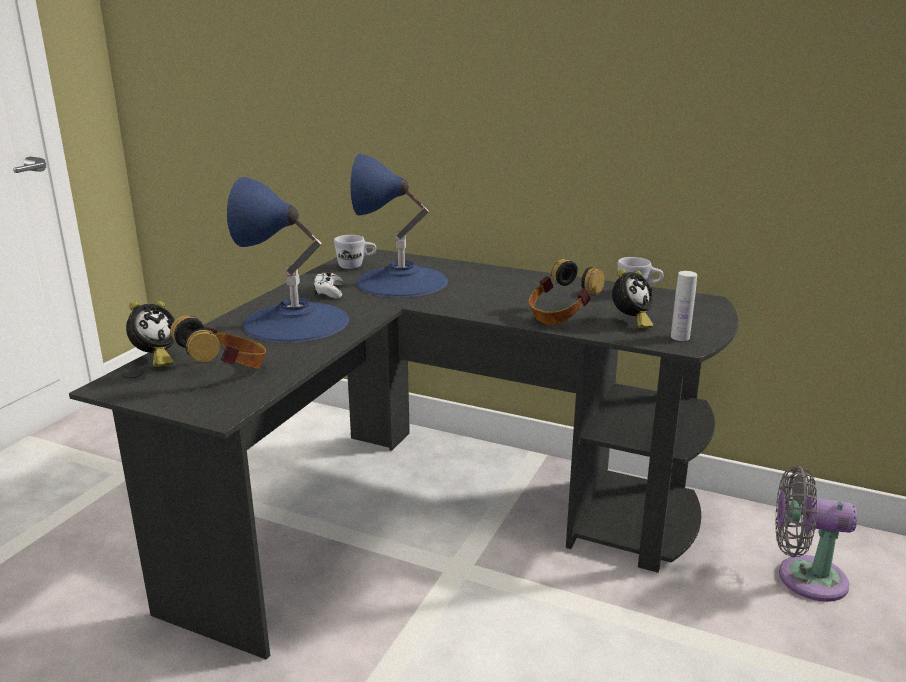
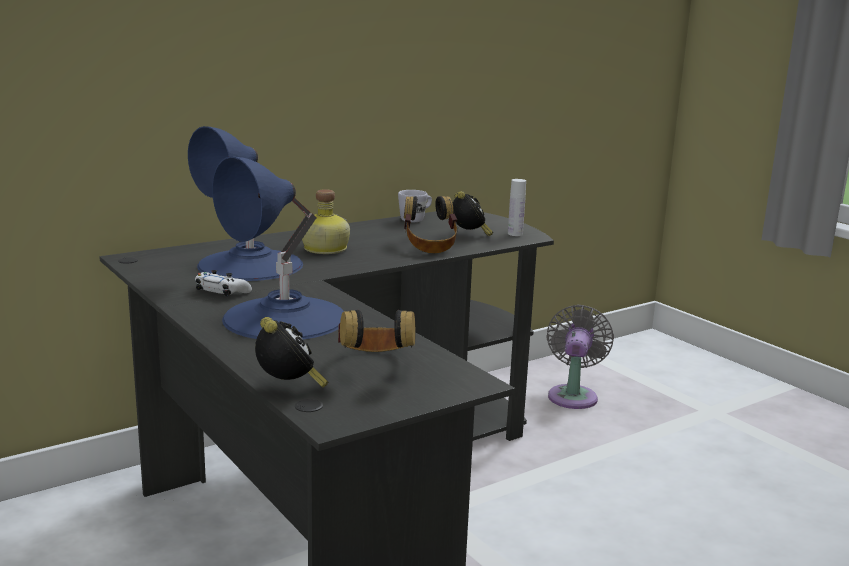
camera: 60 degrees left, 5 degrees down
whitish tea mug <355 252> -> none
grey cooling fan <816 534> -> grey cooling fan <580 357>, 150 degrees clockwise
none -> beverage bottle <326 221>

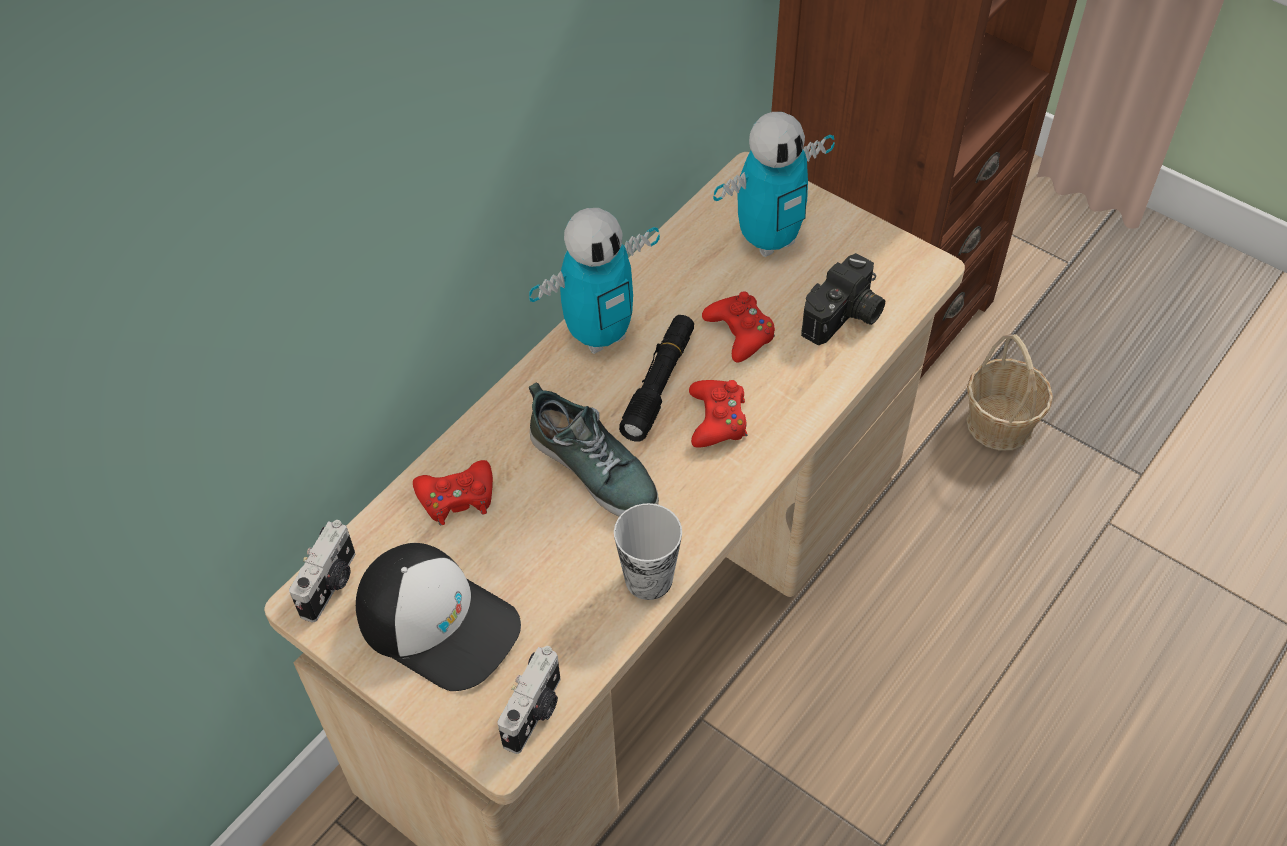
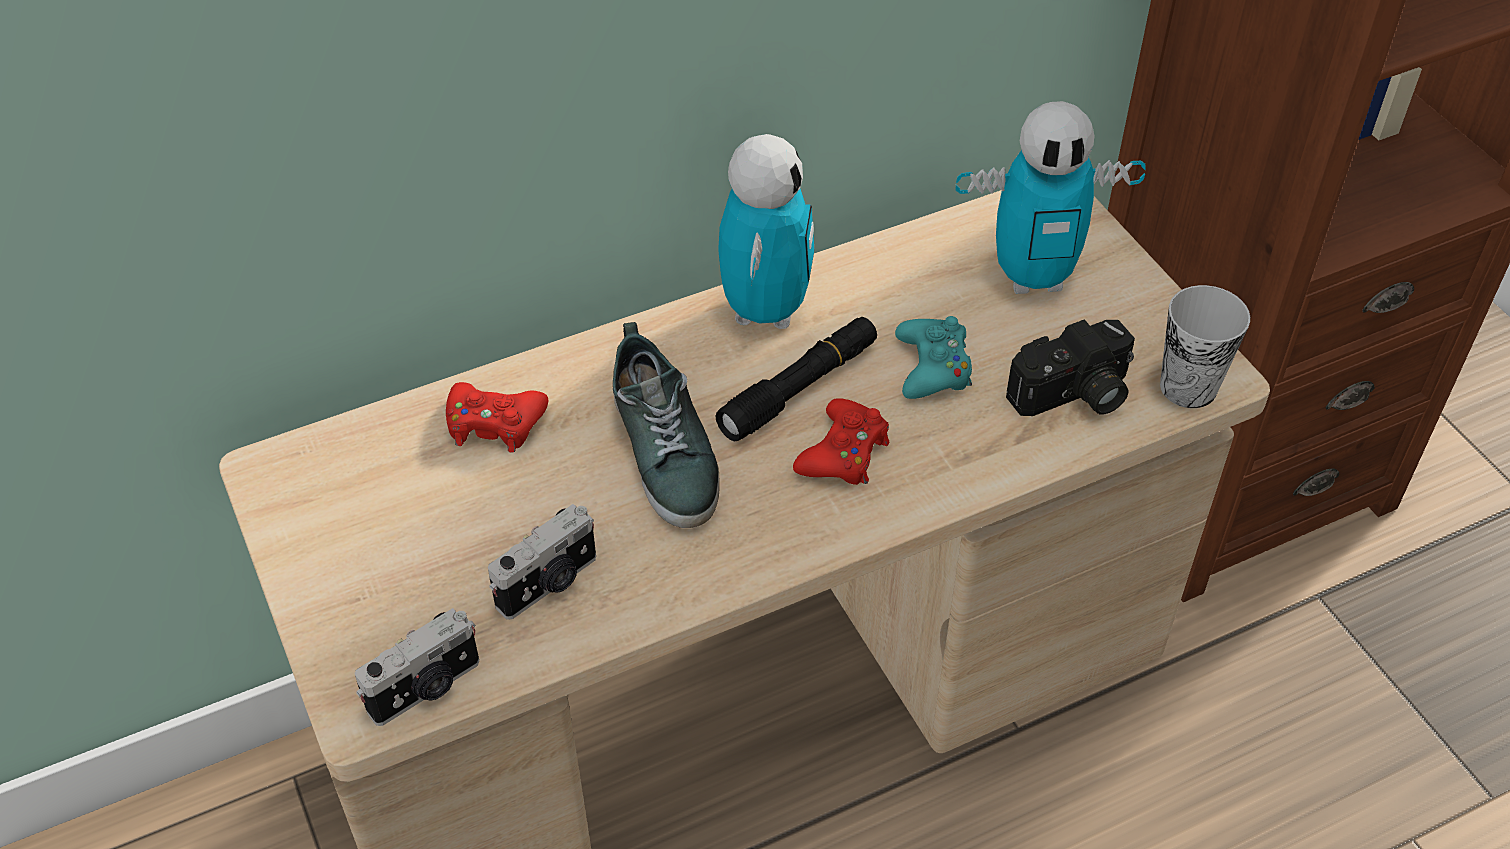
camera: 25 degrees right, 5 degrees down
photo camera <322 571> -> photo camera <542 562>, shifted
peaked cap <438 617> -> none
model robot <594 281> -> model robot <766 231>, 75 degrees counterclockwise
cup <648 551> -> cup <1205 346>, shifted
red-coloured joypad <738 327> -> turquoise joypad <933 357>
household basket <1009 392> -> none

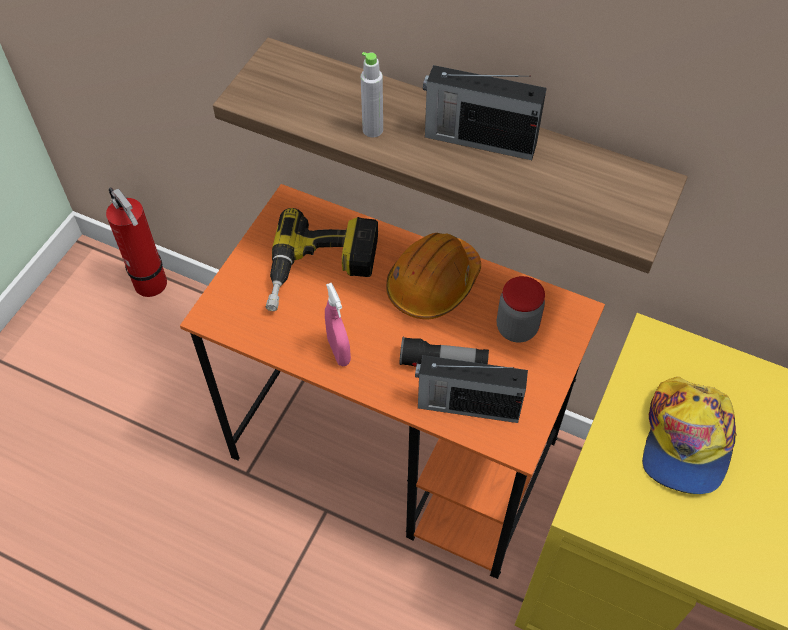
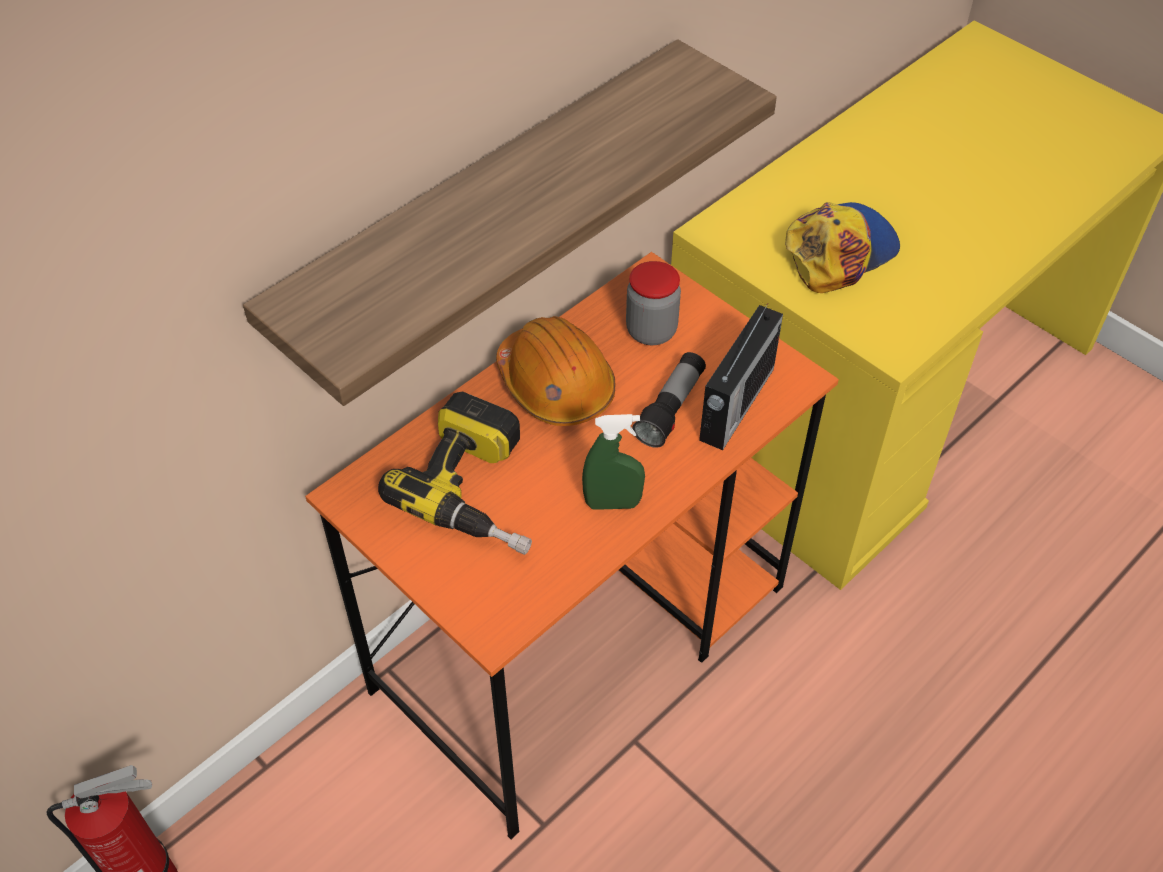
camera: 70 degrees left, 5 degrees down
pink-coloured spray bottle <338 324> -> greenish spray bottle <613 462>
grey beverage bottle <372 94> -> none
radio receiver <485 112> -> none
peaked cap <689 435> -> peaked cap <842 247>, 75 degrees counterclockwise

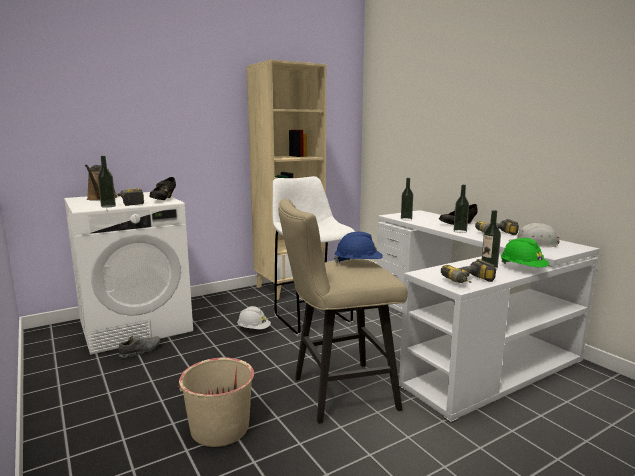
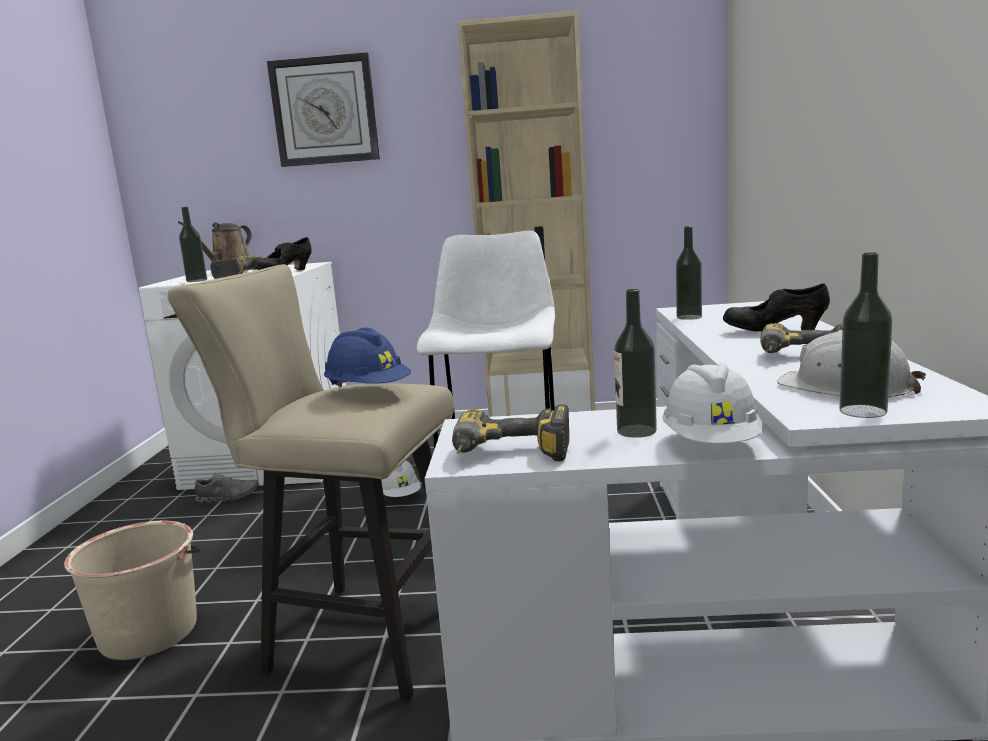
camera: 35 degrees right, 0 degrees up
beverage bottle <461 209> -> beverage bottle <865 335>, shifted
greenish work helmet <525 252> -> whitish work helmet <712 403>
none -> wall clock <323 109>

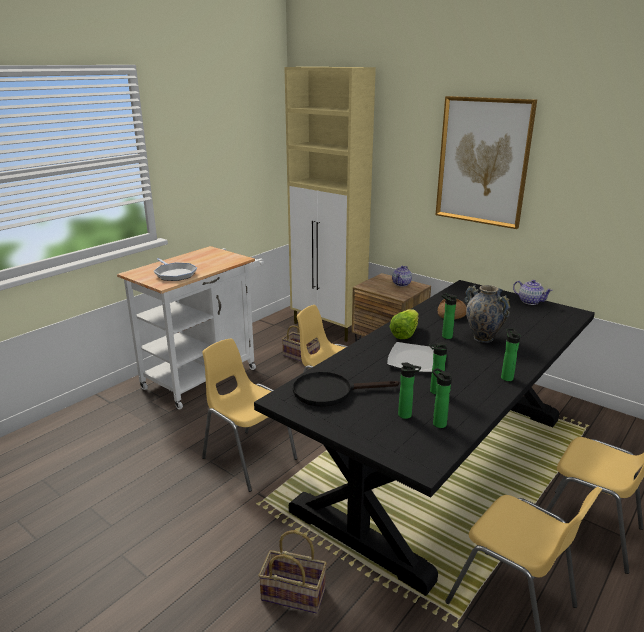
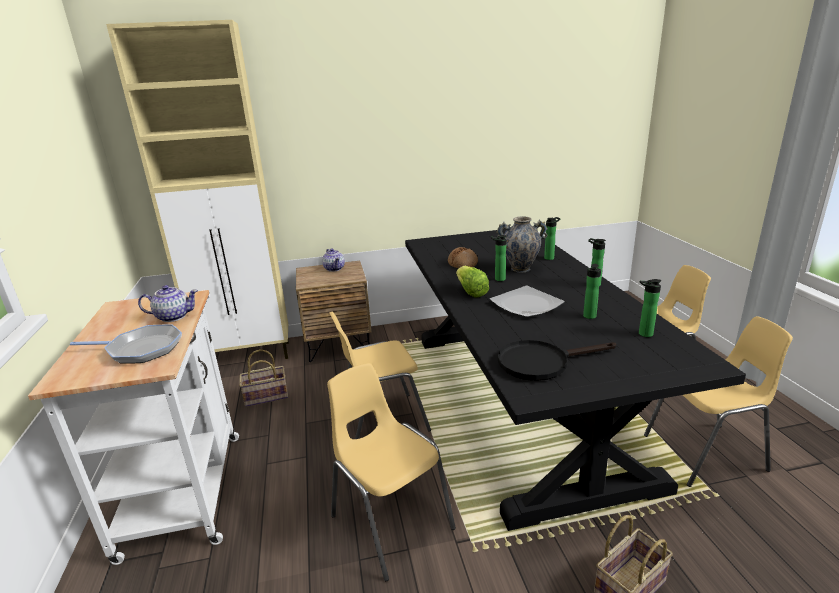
camera: 50 degrees left, 0 degrees up
yellowish chair <249 415> -> yellowish chair <391 472>, 60 degrees clockwise
black skillet <346 389> -> black skillet <557 360>, 45 degrees clockwise
beverage bottle <409 390> -> beverage bottle <552 238>, shifted
wall art <486 162> -> none
teapot <533 292> -> teapot <168 303>, shifted

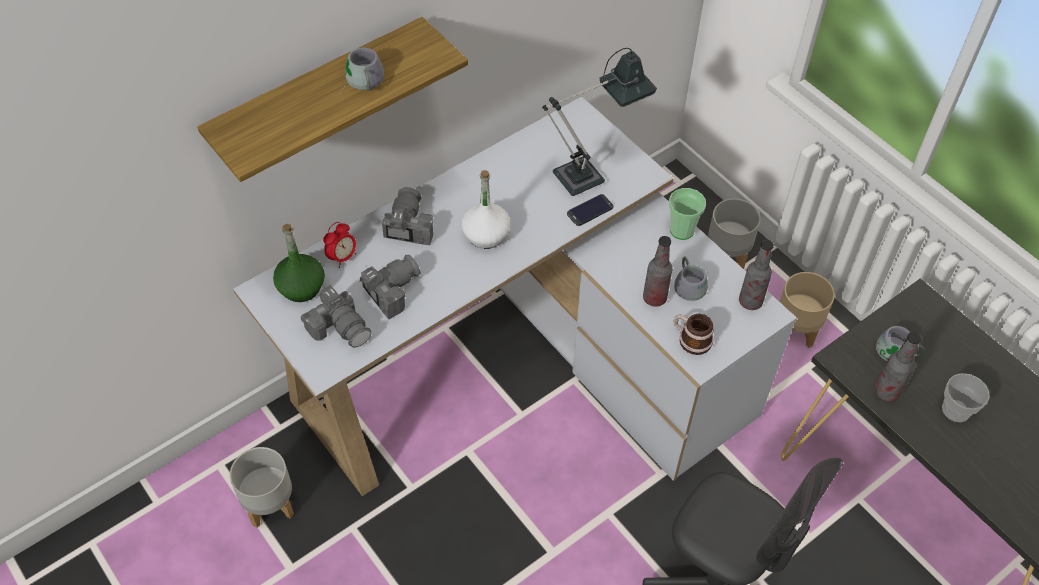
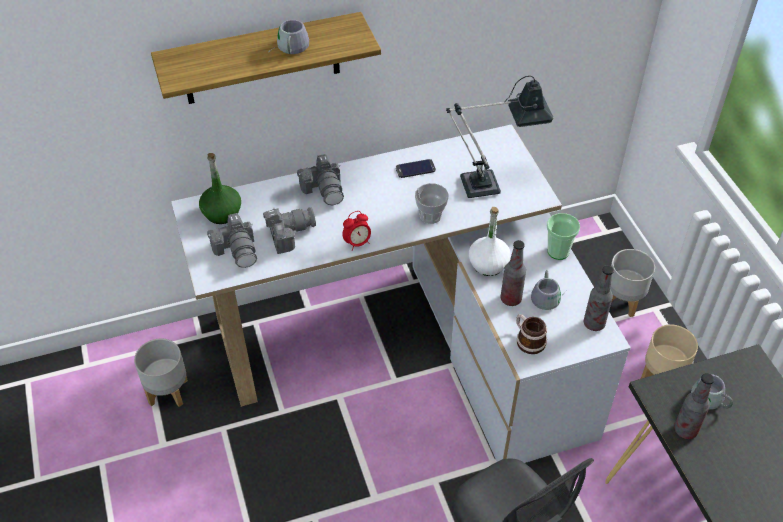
camera: 20 degrees right, 5 degrees down
table clock <339 245> -> table clock <356 231>, shifted
photo camera <407 216> -> photo camera <320 180>, 135 degrees clockwise
whitish beverage bottle <486 209> -> whitish beverage bottle <489 241>, shifted
phone <590 210> -> phone <416 168>, shifted
cup <966 397> -> cup <432 203>, shifted

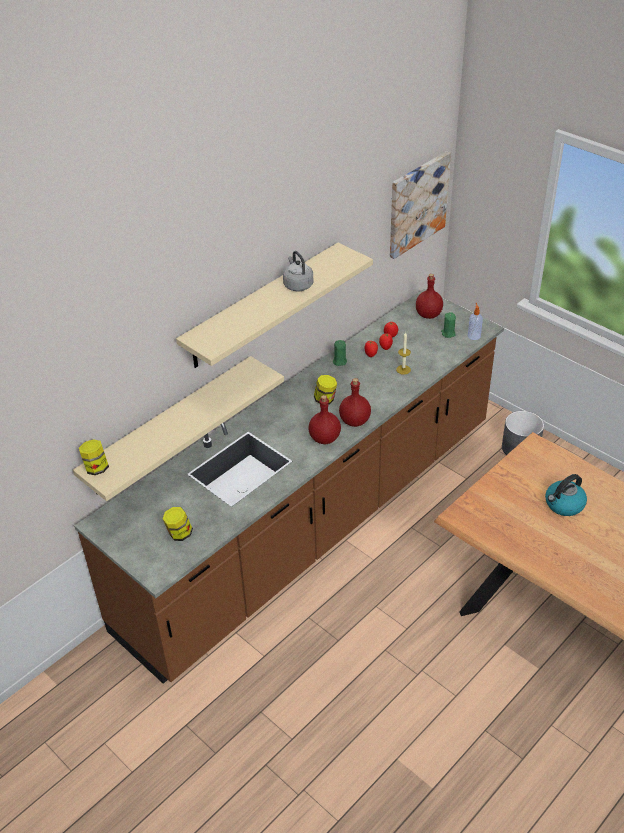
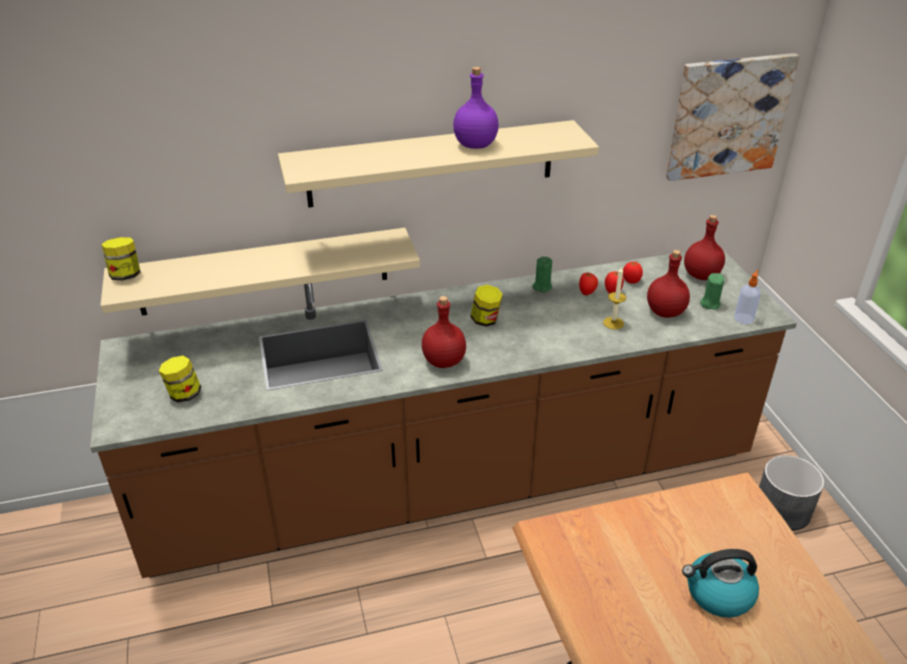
camera: 30 degrees right, 5 degrees down
grey tea kettle <298 271> -> purple beverage bottle <476 108>
red-coloured beverage bottle <355 402> -> red-coloured beverage bottle <668 284>, shifted

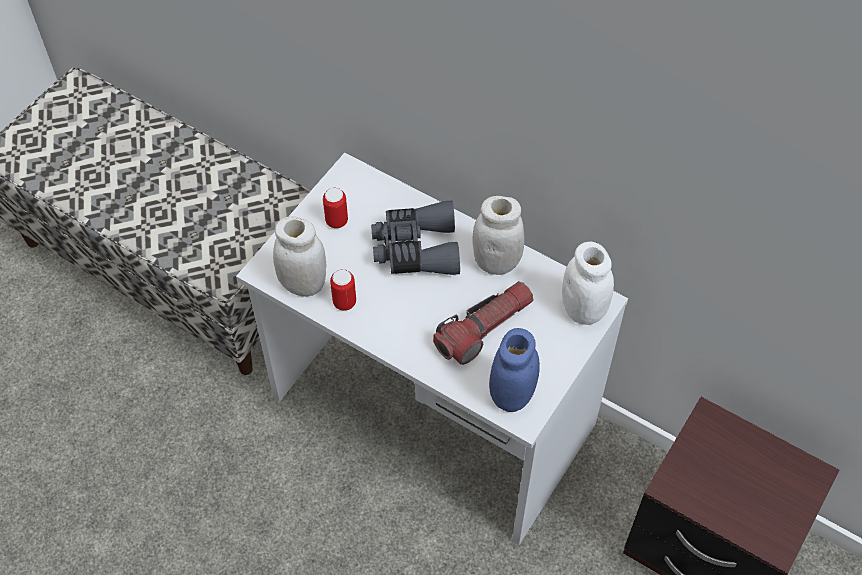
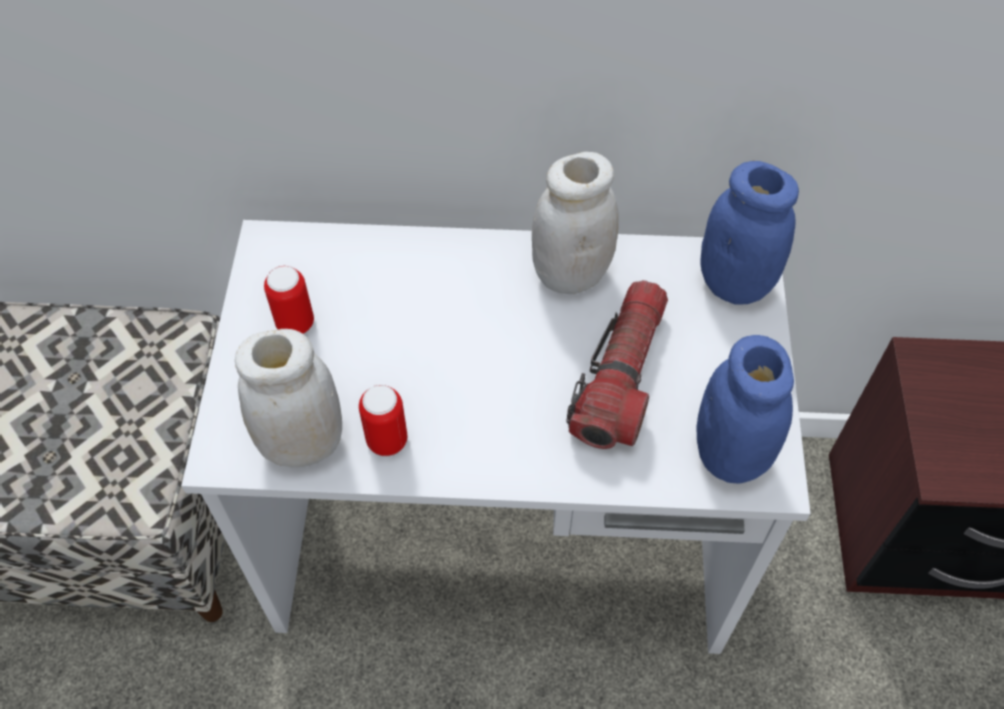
camera: 30 degrees left, 0 degrees up
grey field glasses <415 237> -> none
whitish storage jar <588 283> -> blue-coloured storage jar <750 232>

